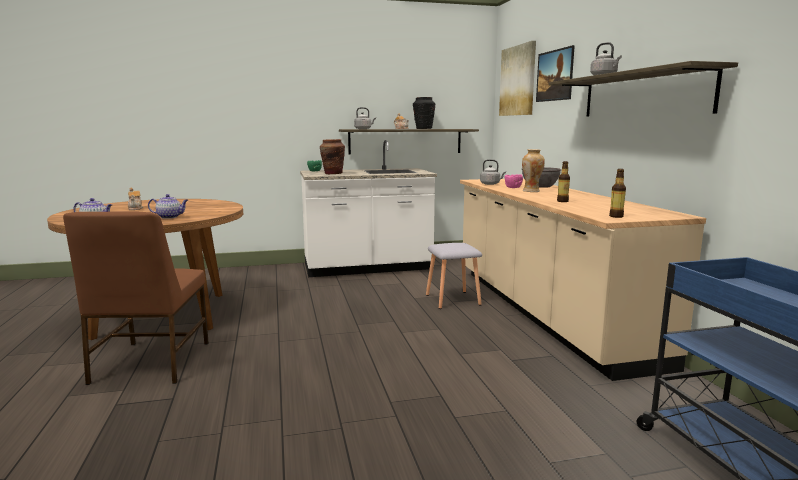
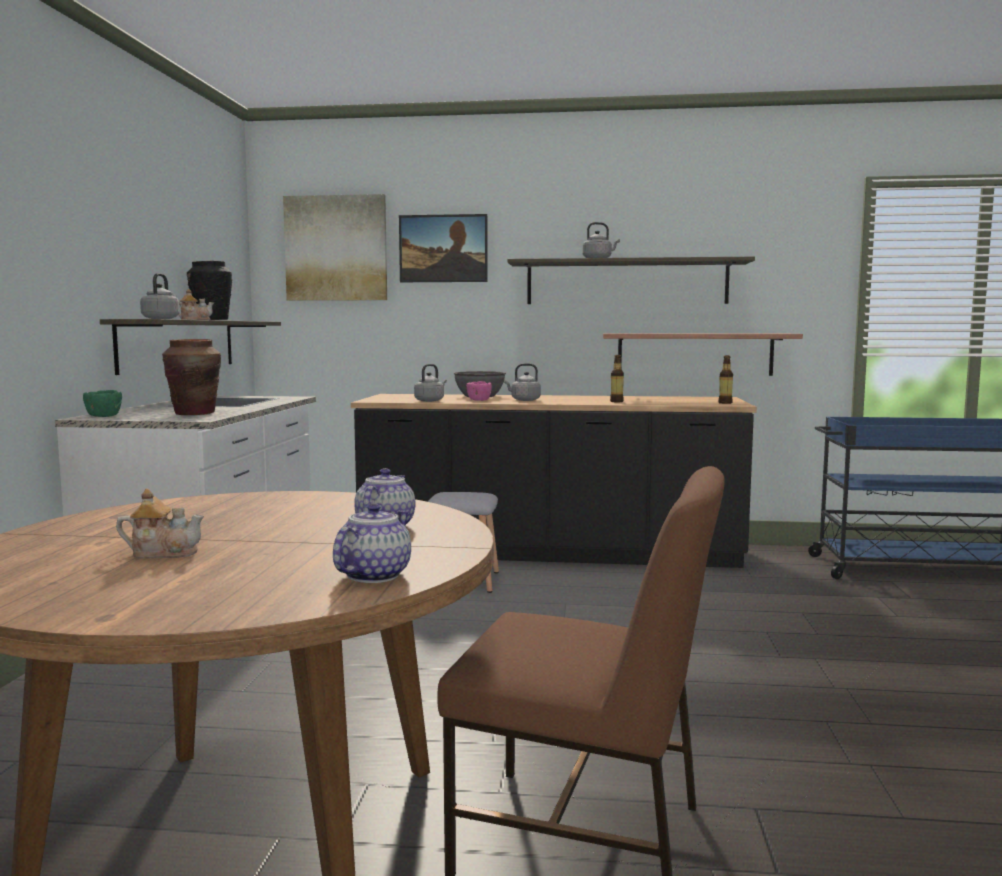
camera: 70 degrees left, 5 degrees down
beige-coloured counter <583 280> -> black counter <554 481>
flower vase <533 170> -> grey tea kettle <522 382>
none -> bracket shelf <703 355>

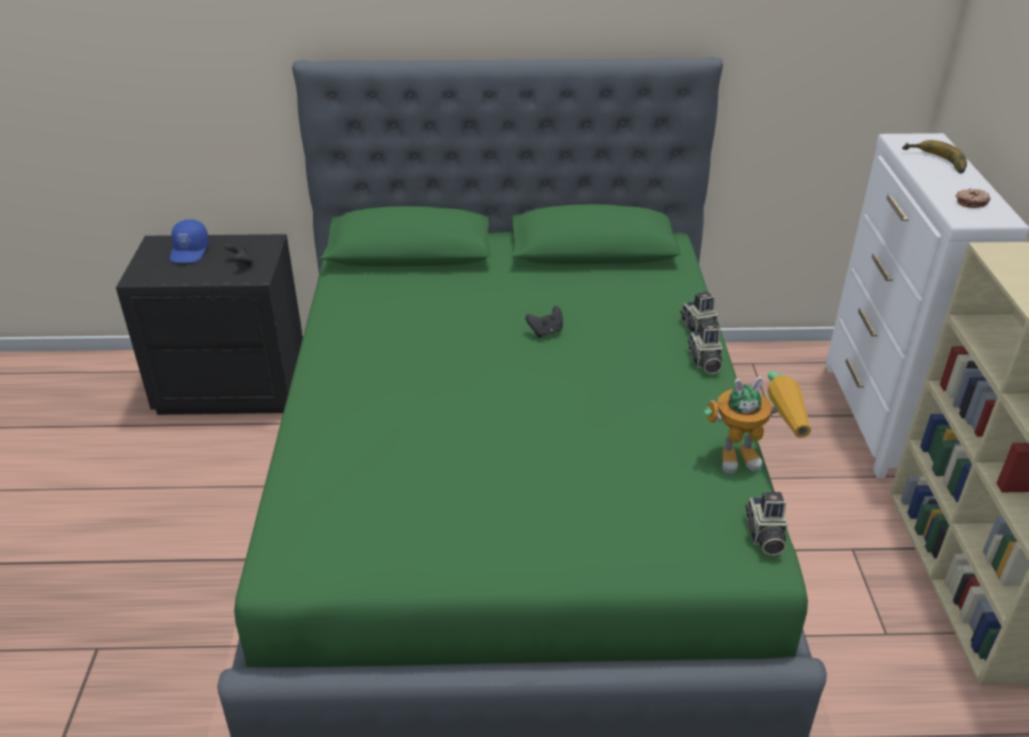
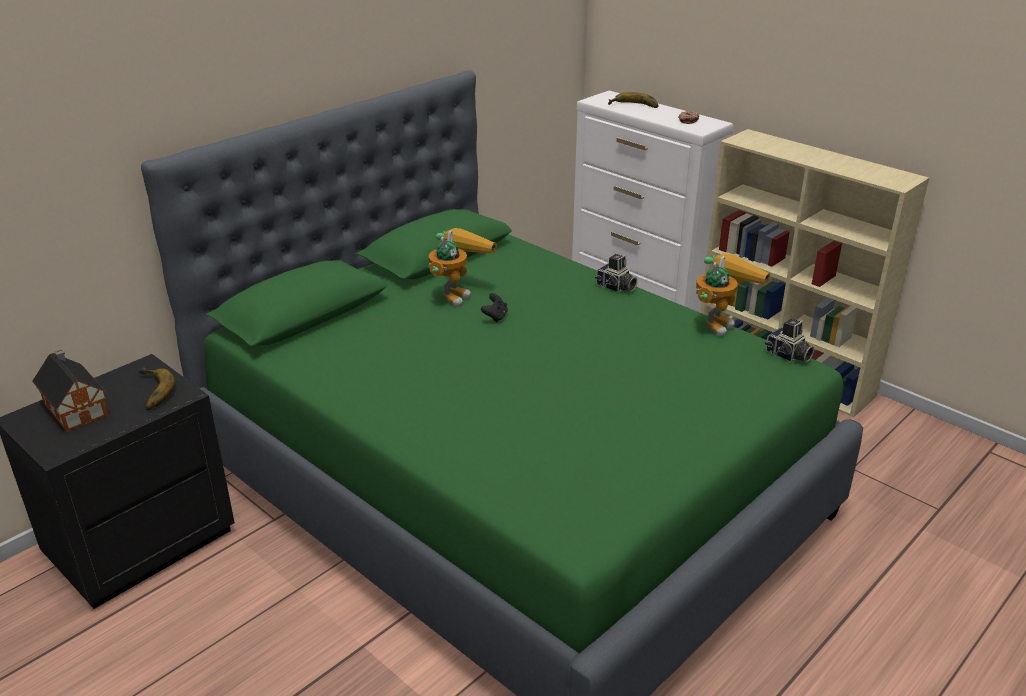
camera: 45 degrees left, 5 degrees down
blue-coloured peaked cap <189 241> -> miniature house <70 390>
black joypad <239 254> -> banana fruit <157 388>
photo camera <700 312> -> none
none -> model robot <462 267>

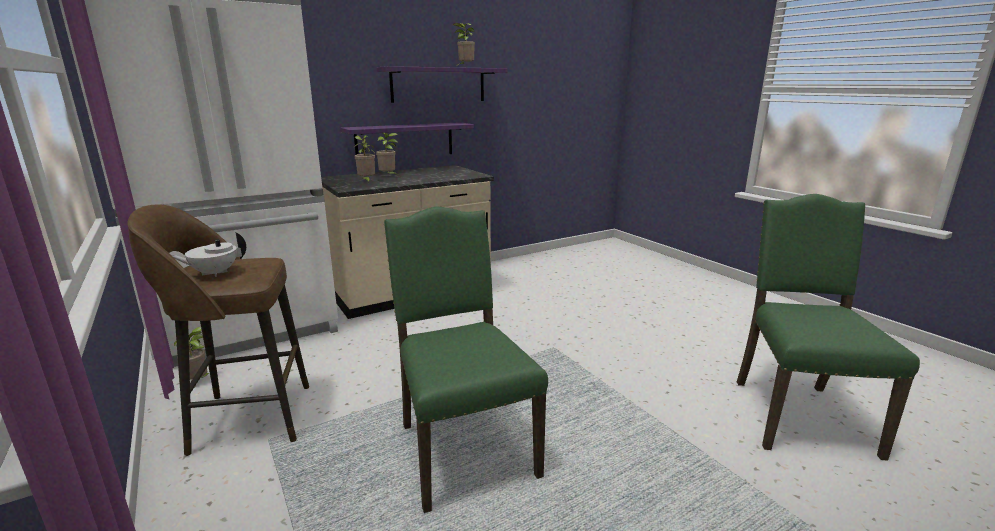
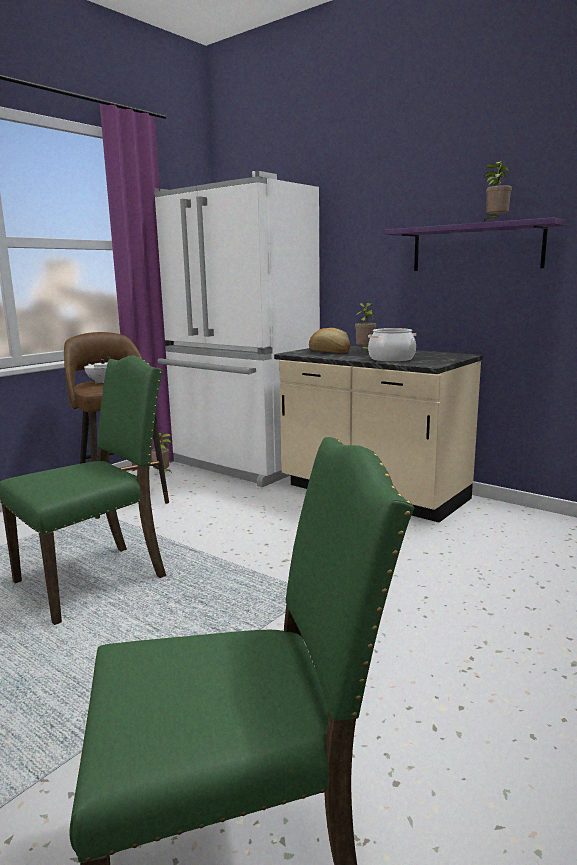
camera: 70 degrees right, 5 degrees down
purple bracket shelf <407 138> -> none
houseplant <364 159> -> bread <329 340>
none -> cooking pot <392 345>

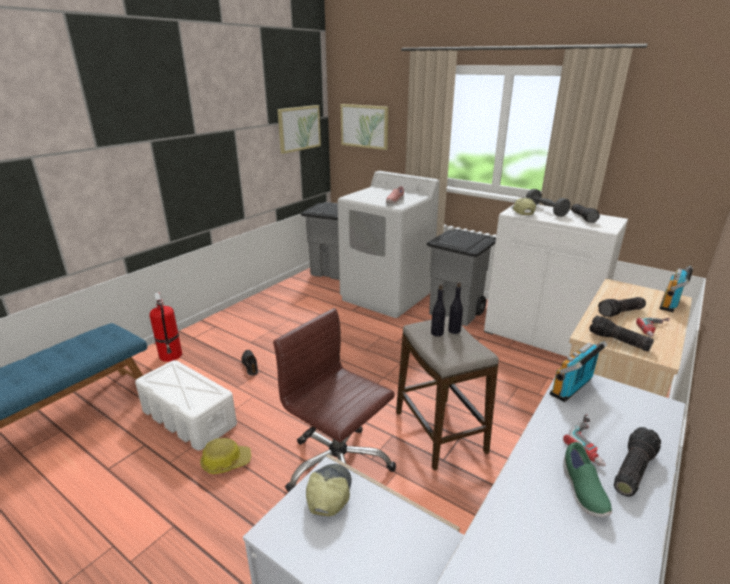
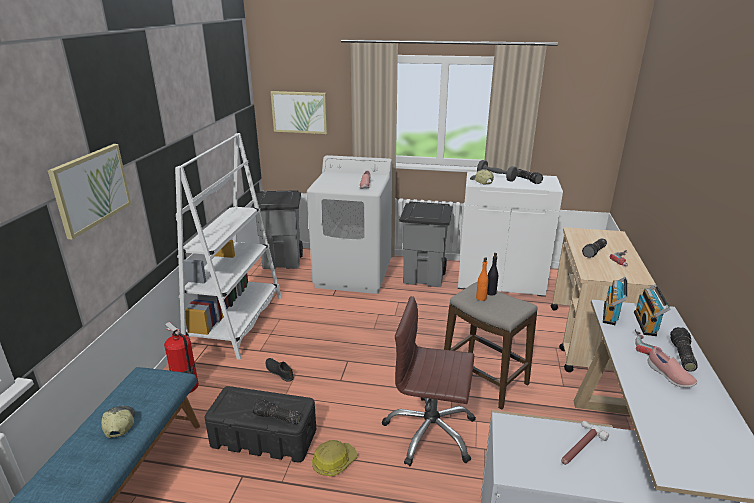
camera: 25 degrees left, 0 degrees up
whitish storage bin <186 405> -> black storage bin <260 424>
wall art <299 129> -> wall art <89 191>, shifted
peaked cap <329 490> -> peaked cap <118 422>, shifted
black beverage bottle <438 310> -> orange-coloured beverage bottle <482 279>
greenish shoe <587 479> -> pink-coloured shoe <672 367>
hand torch <621 333> -> hand torch <276 411>, shifted
radio receiver <676 289> -> radio receiver <652 310>, shifted
none -> whitish bookshelf <228 246>
none -> hand hammer <585 443>

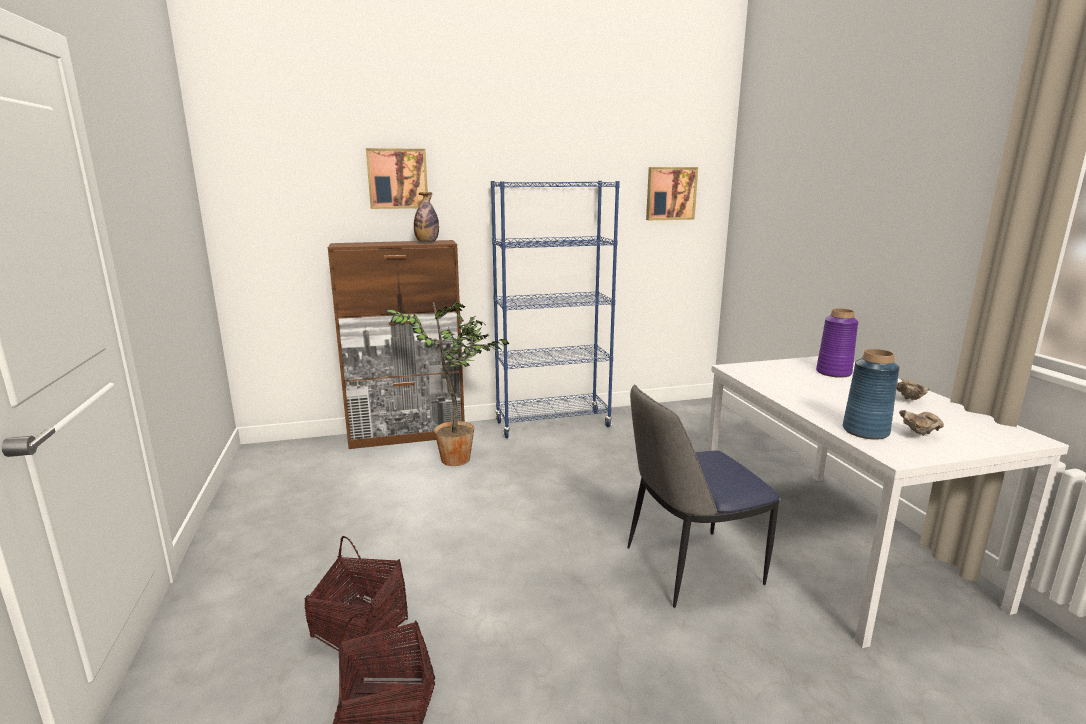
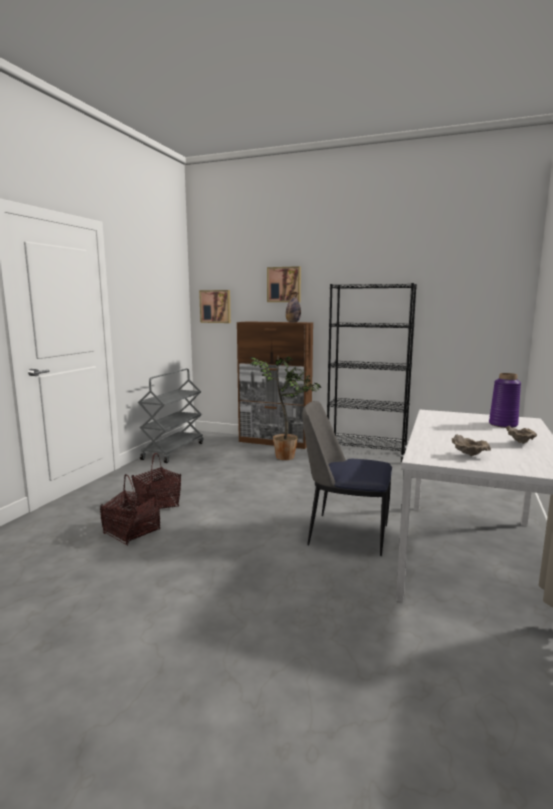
camera: 35 degrees right, 5 degrees down
blue-coloured bookshelf <555 309> -> black bookshelf <372 373>
wall art <672 193> -> wall art <215 306>, shifted
blue-coloured flower vase <871 394> -> none
none -> grey cart <170 416>

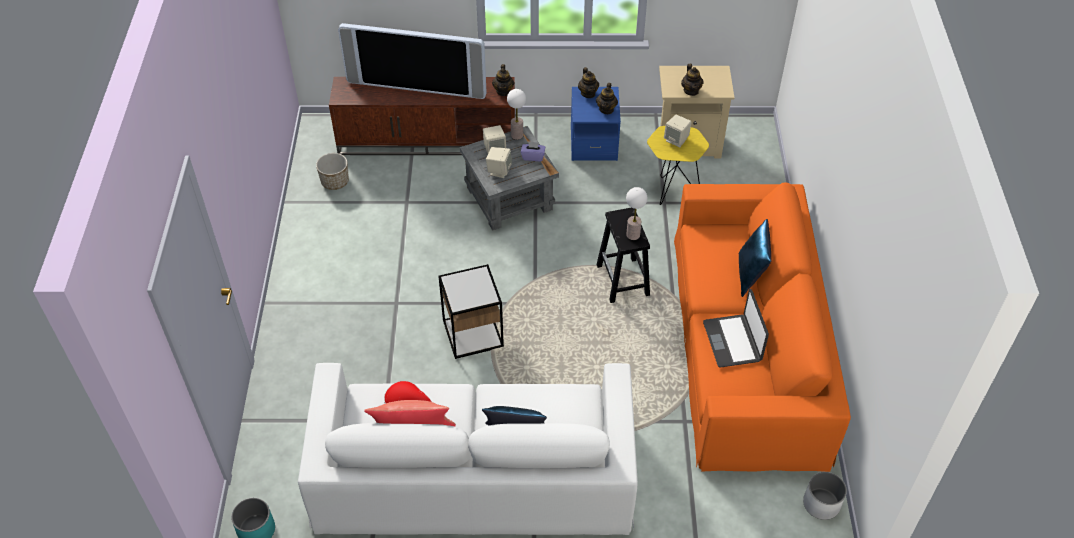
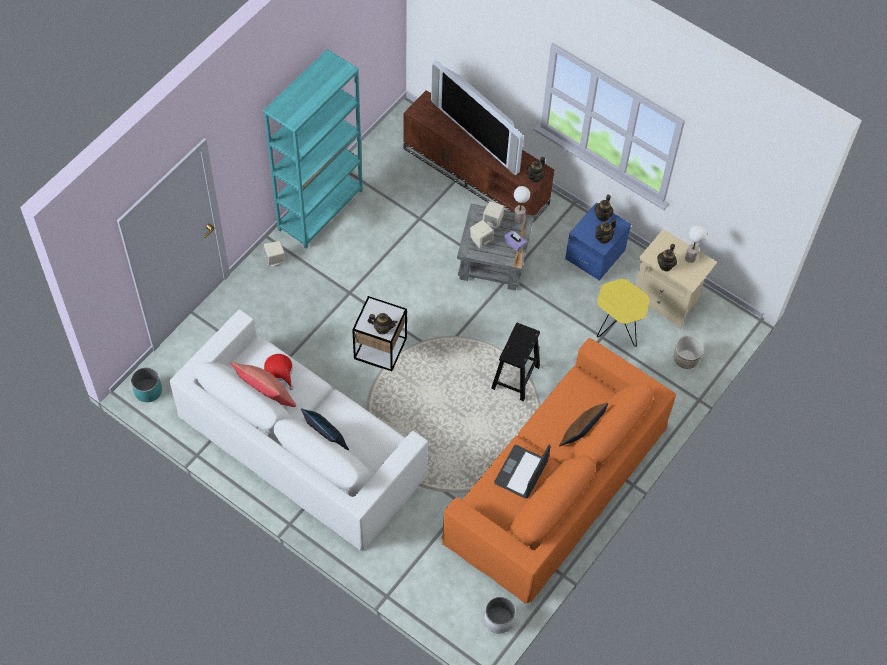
camera: 35 degrees right, 10 degrees up
flower pot <332 171> -> flower pot <689 352>, shifted
lamp for a table <636 213> -> lamp for a table <695 244>, shifted
beige-coloured audio speaker <678 131> -> beige-coloured audio speaker <274 254>, shifted
blue-coloured throw pillow <755 258> -> brown-coloured throw pillow <583 425>
none -> turquoise bookshelf <313 149>
none -> teapot <382 323>

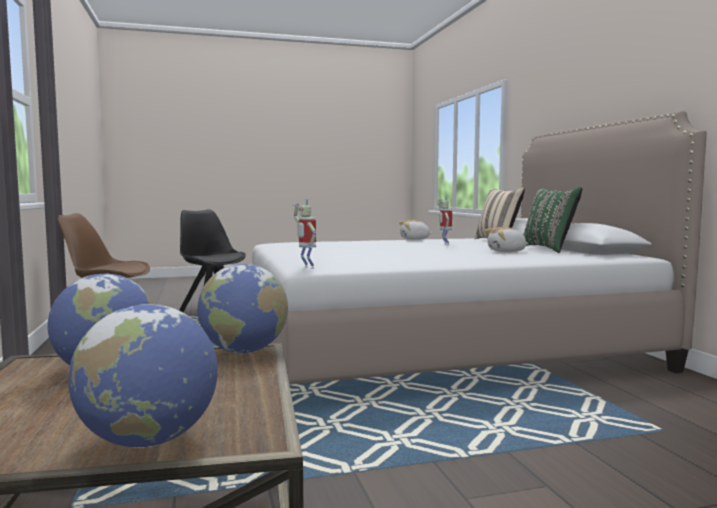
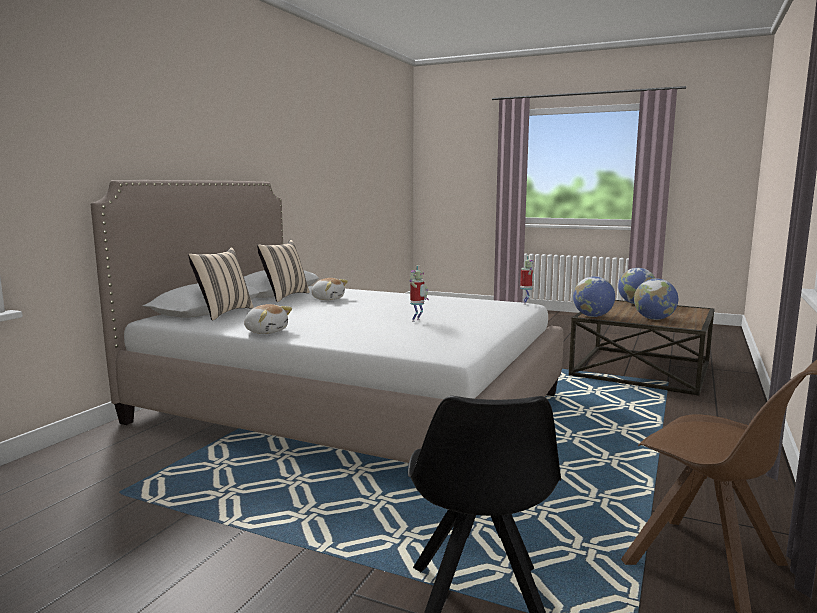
camera: 140 degrees left, 5 degrees up
model robot <445 220> -> model robot <419 293>, shifted
greenish throw pillow <552 220> -> beige-coloured throw pillow <283 271>

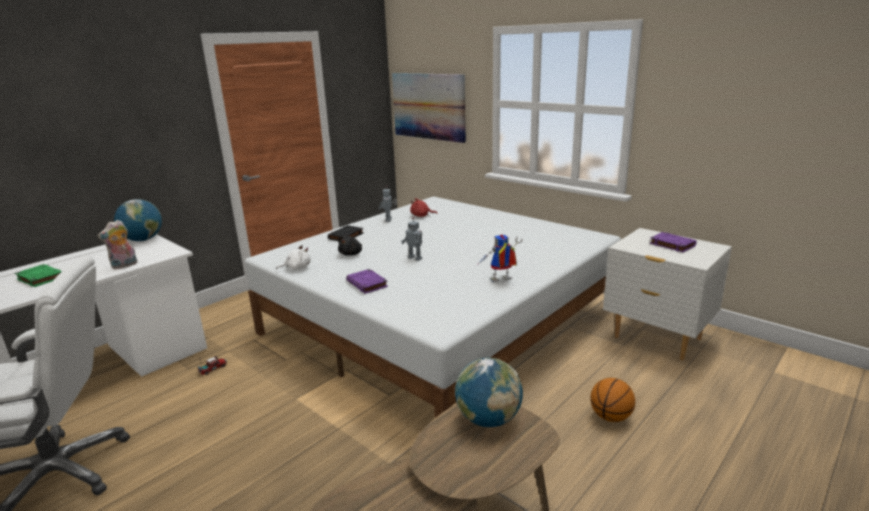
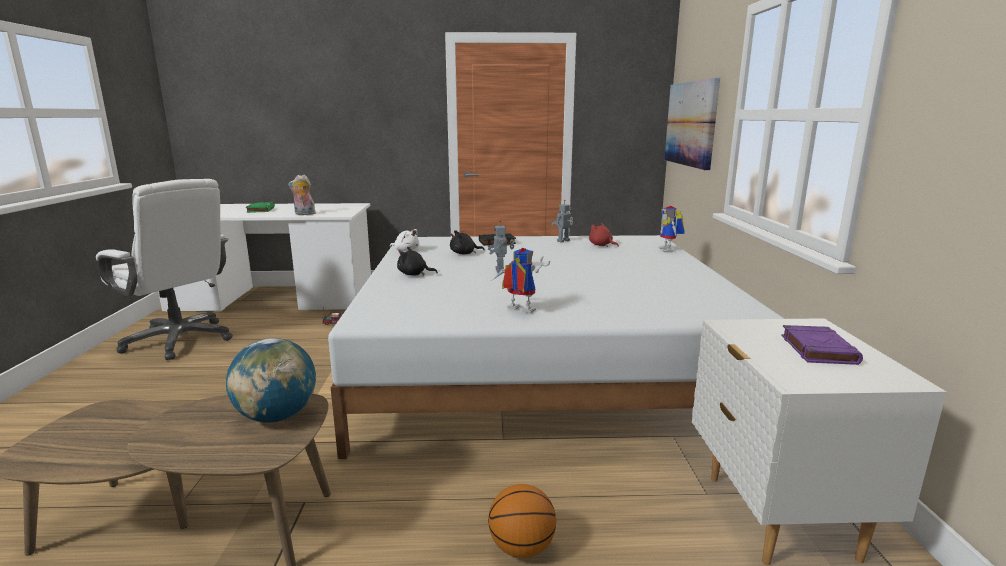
camera: 45 degrees right, 5 degrees down
globe <138 220> -> none
purple bound book <367 281> -> black soft toy <417 261>
none -> model robot <672 229>

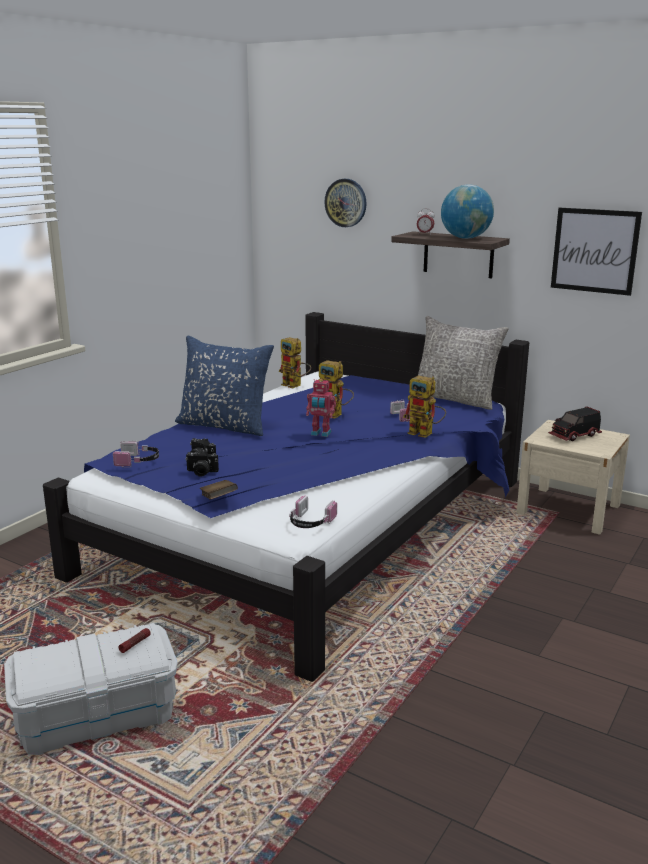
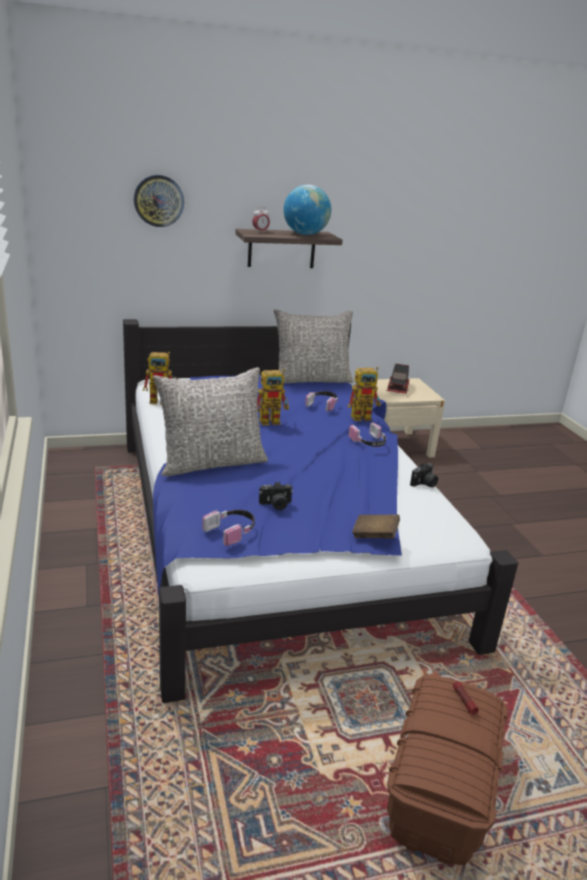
camera: 50 degrees left, 5 degrees up
whitish storage bin <91 689> -> brown-coloured storage bin <447 770>
blue-coloured throw pillow <224 385> -> grey throw pillow <210 421>
photo camera <202 463> -> photo camera <424 475>, shifted
headset <313 511> -> headset <367 434>, shifted
model robot <321 408> -> none
wall art <596 252> -> none

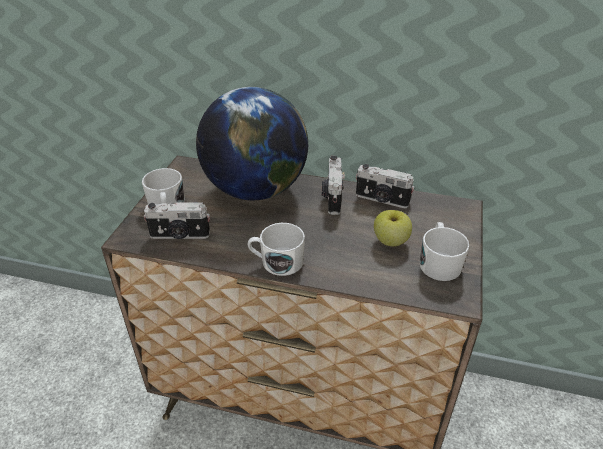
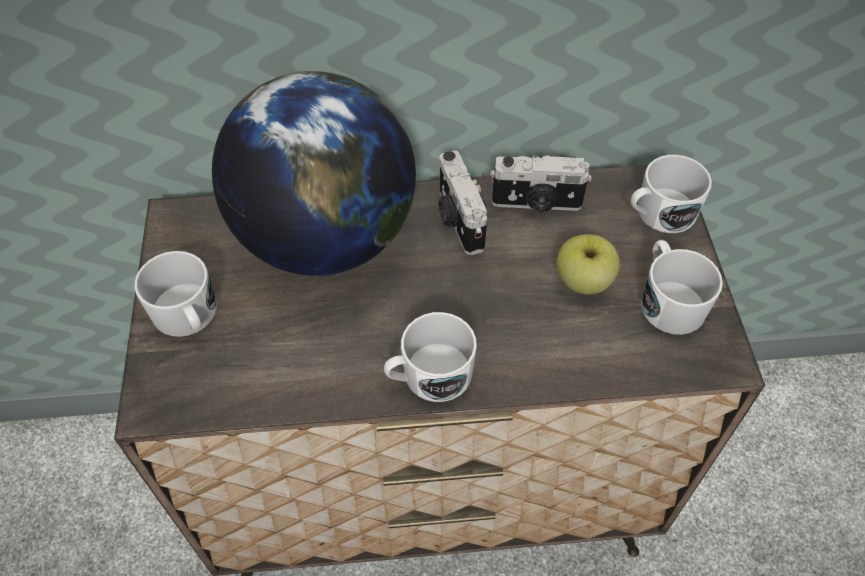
camera: 20 degrees left, 15 degrees up
photo camera <177 220> -> none
none -> whitish tea mug <671 194>

